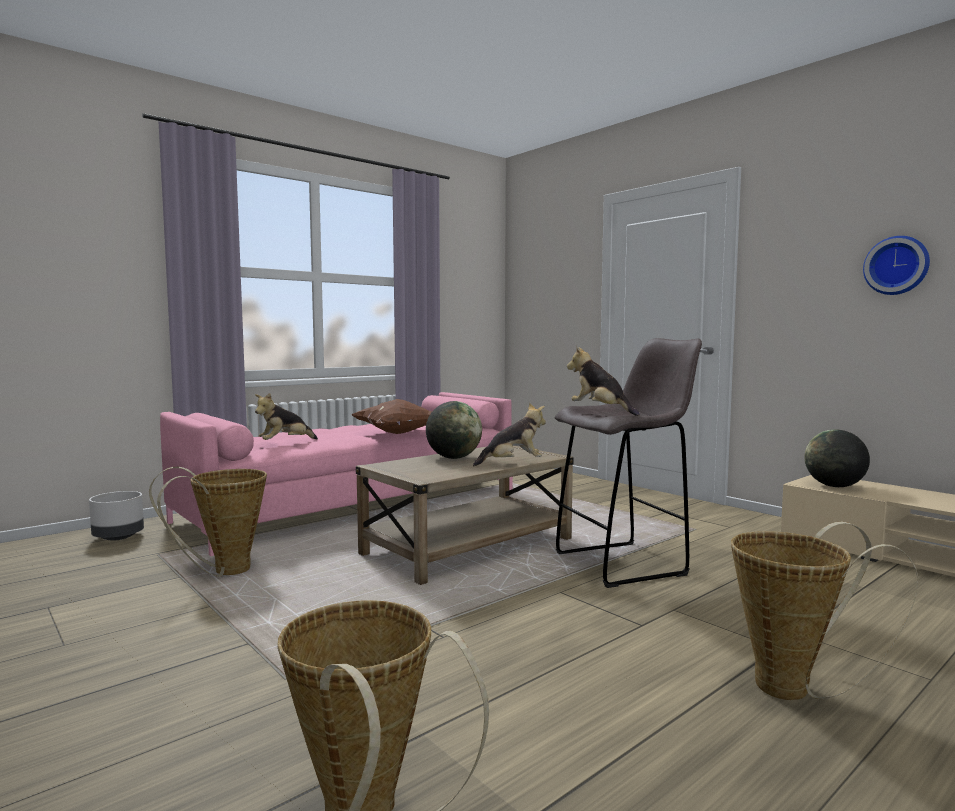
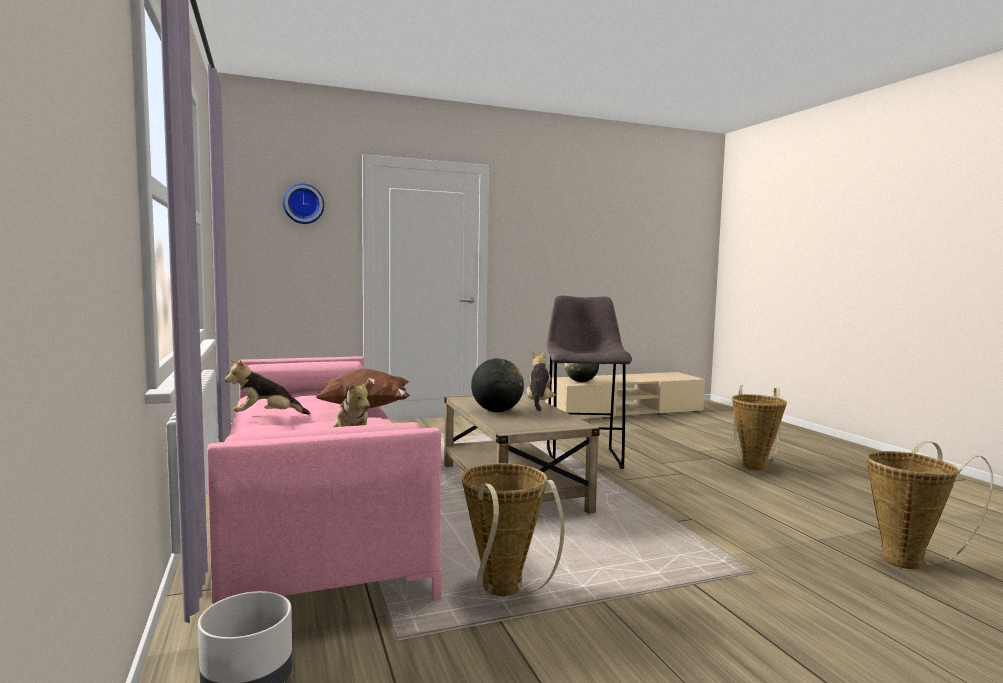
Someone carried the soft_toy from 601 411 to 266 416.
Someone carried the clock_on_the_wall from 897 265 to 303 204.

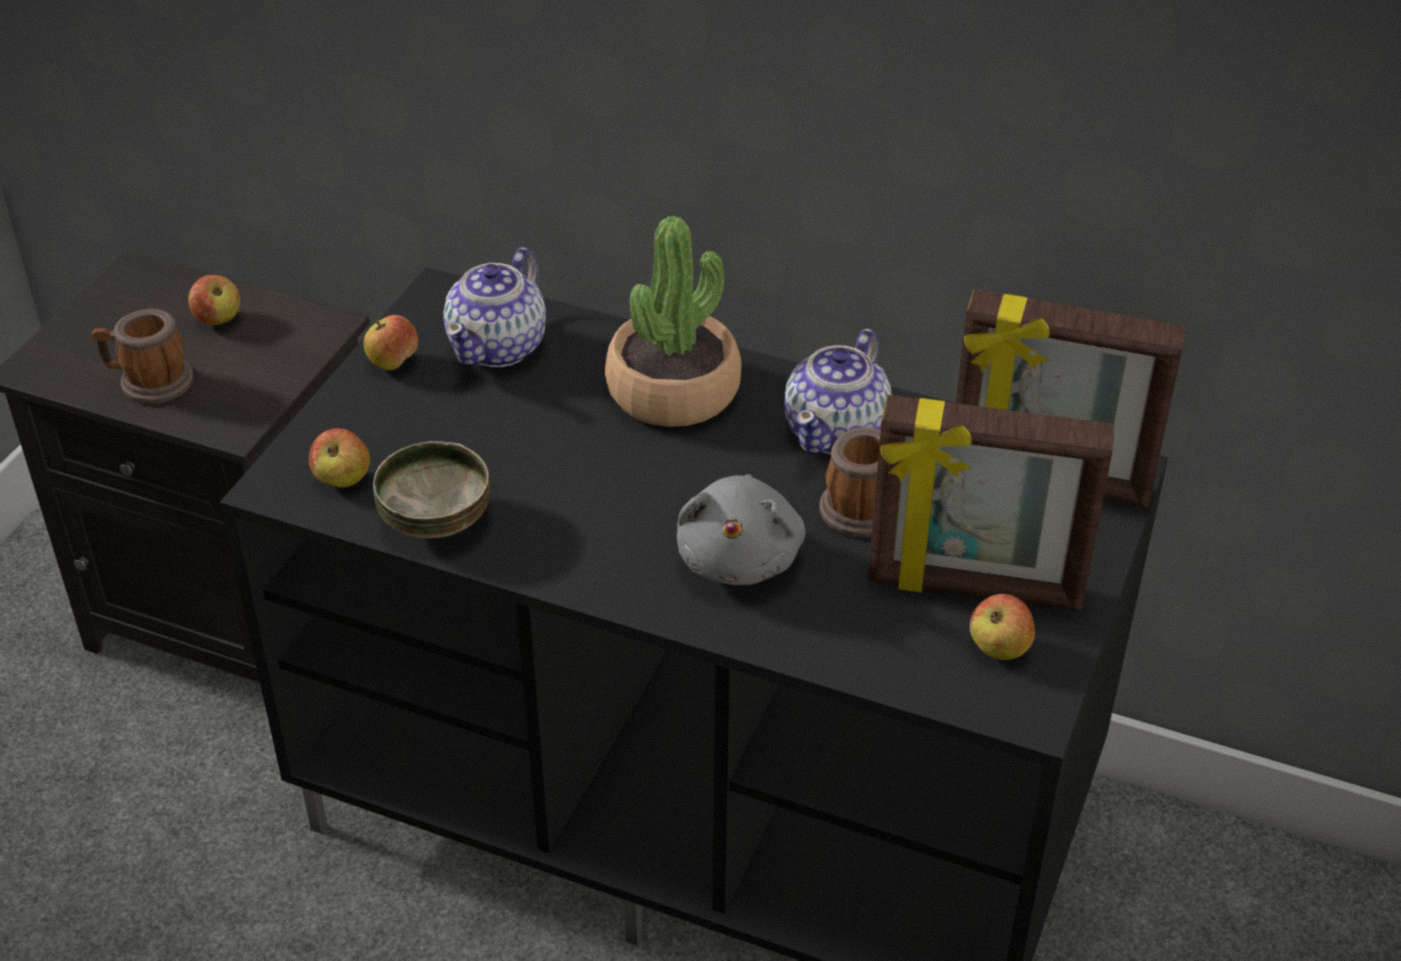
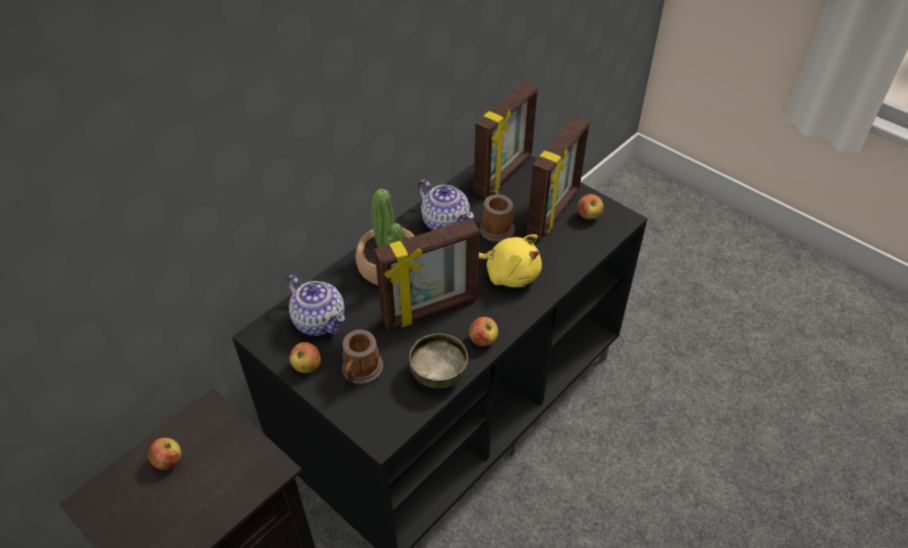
Someone carried the mug from 148 382 to 361 372.
Someone put down the standing_frame at 430 310.
Someone carried the apple from 342 479 to 483 340.
Someone repainted the greyish_soft_toy at 740 557, which became the yellowish_soft_toy at 509 273.

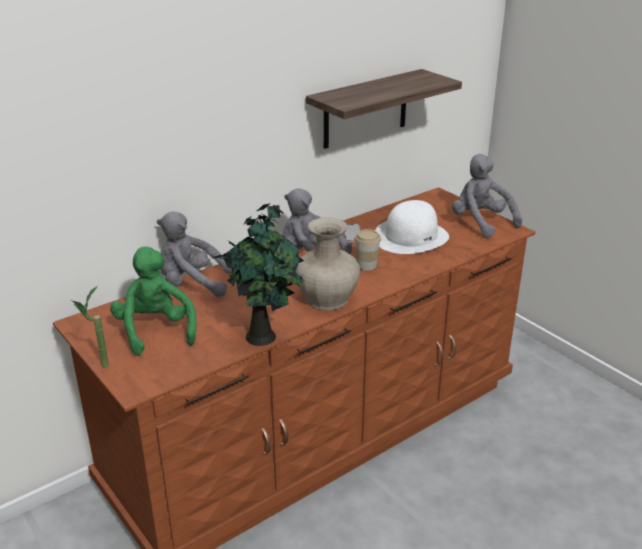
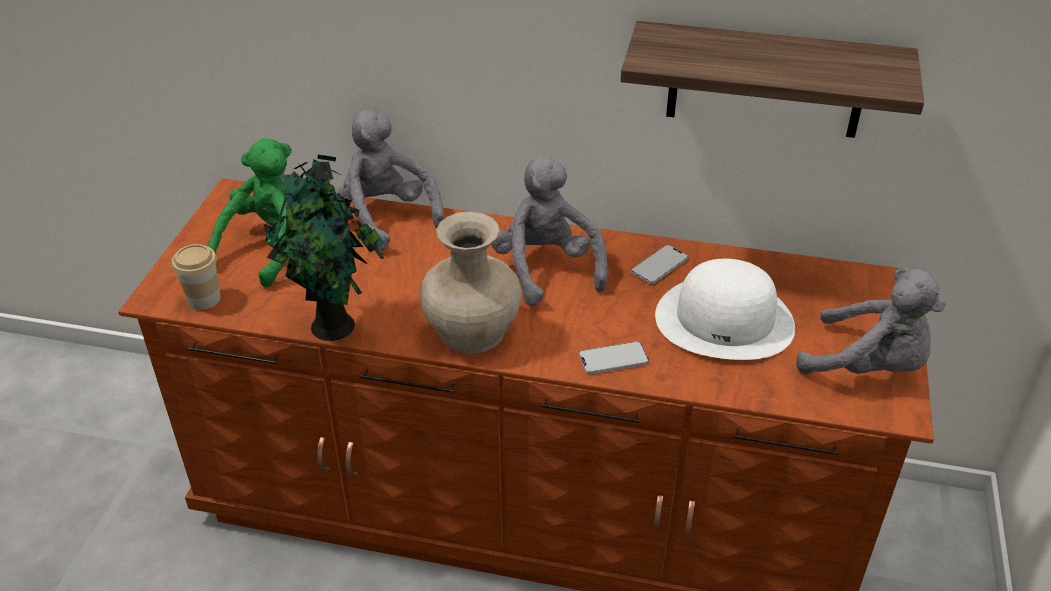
Someone carried the small_cup from 366 265 to 204 299.
Someone put down the telephone at 613 359.
Someone rotated the greyish_soft_toy at 480 222 by 105 degrees clockwise.
Someone took away the houseplant at 98 368.

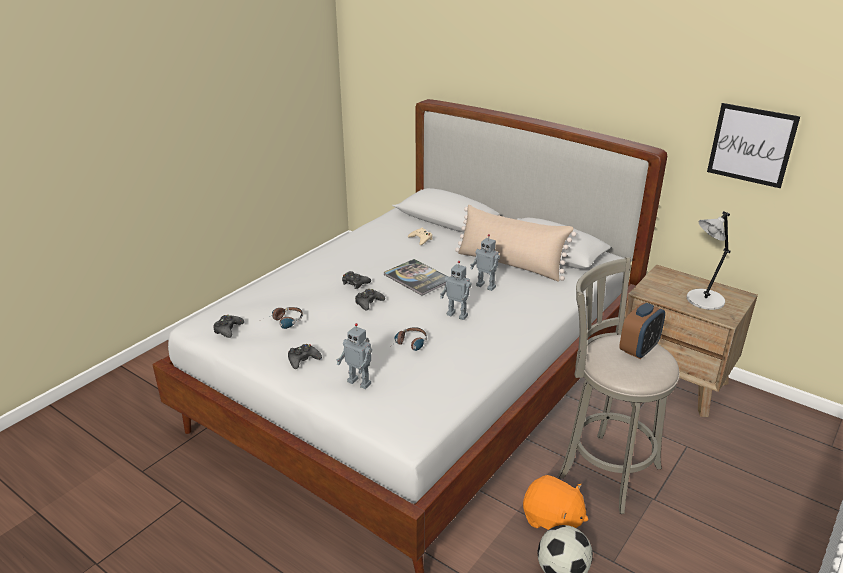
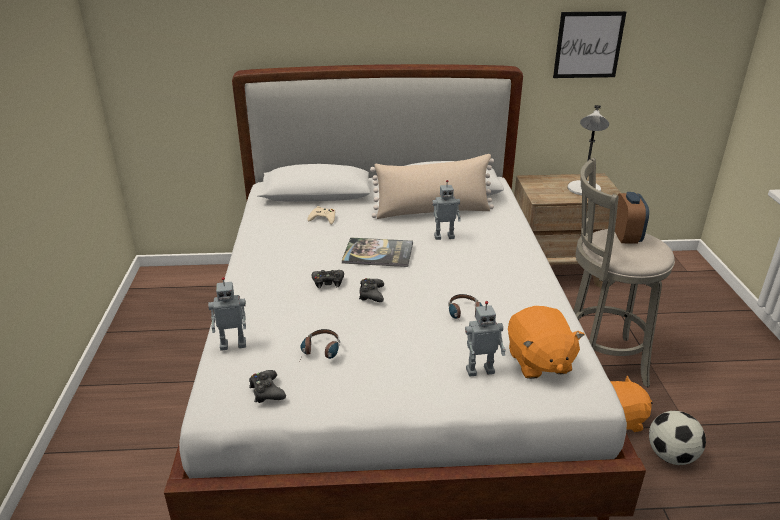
Someone carried the robot_figure from 457 315 to 233 344.
Someone put down the orange-coloured_soft_toy at 538 362.
Someone took away the blackish_gamepad at 303 360.

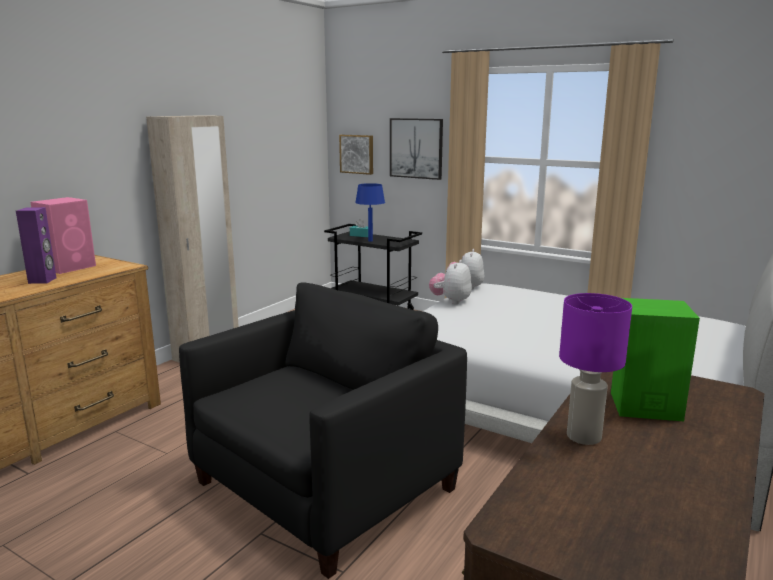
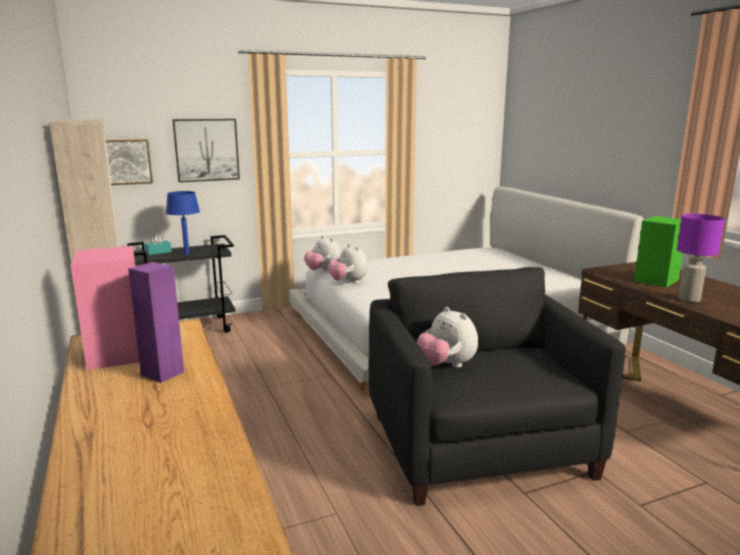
Someone put down the soft_toy at 446 365.

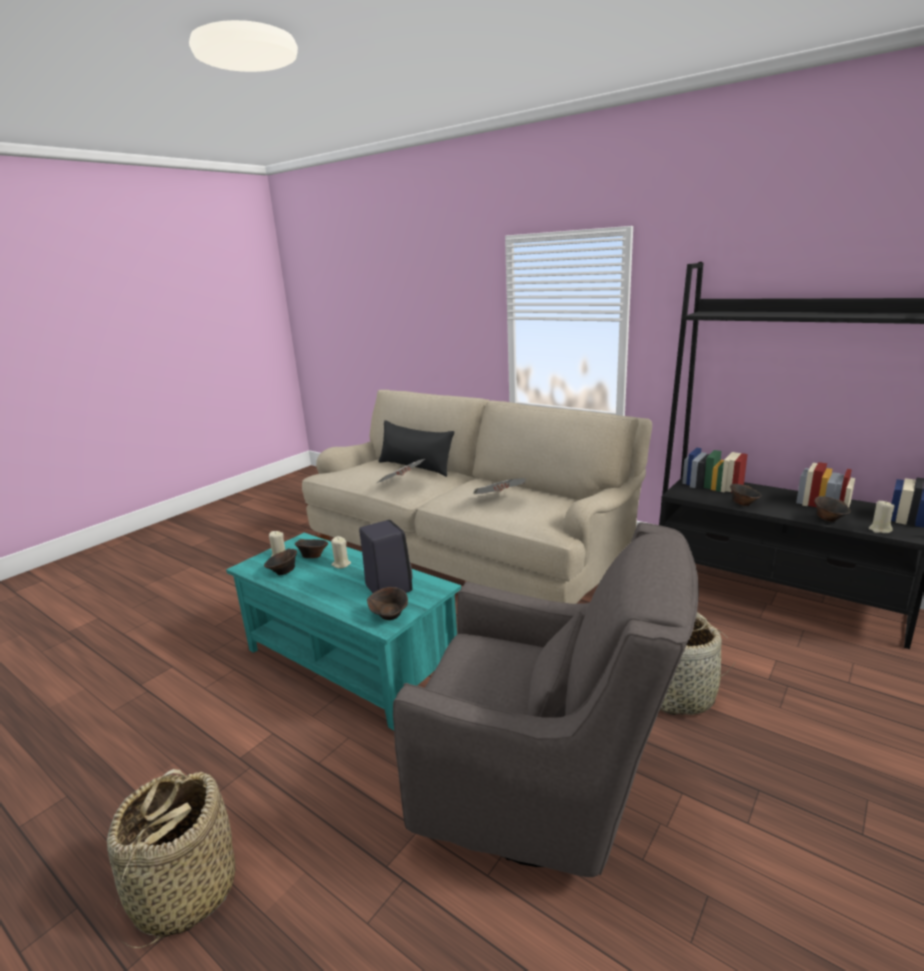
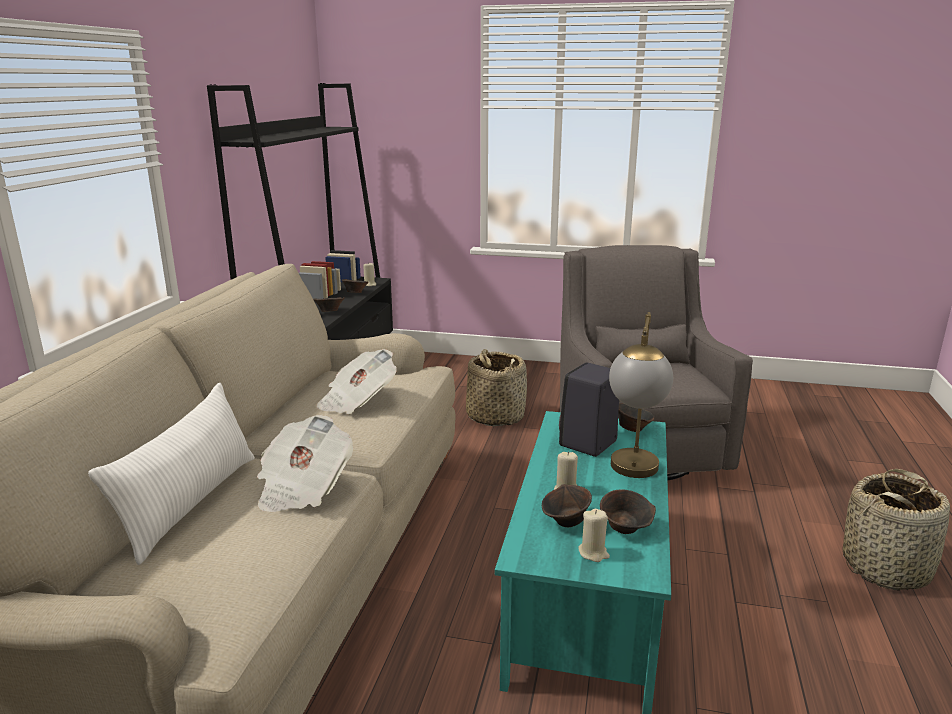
Someone repainted the blackish_throw_pillow at 416 467, which became the whitish_throw_pillow at 190 503.
Someone put down the tabletop_lamp at 633 475.

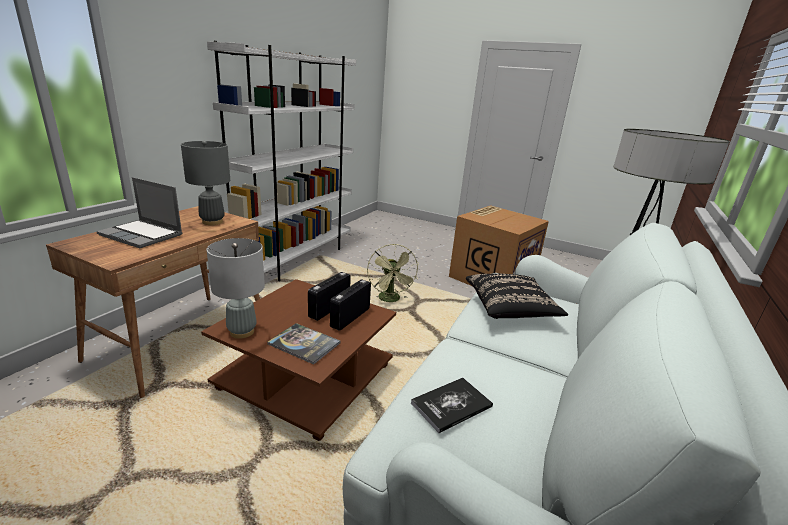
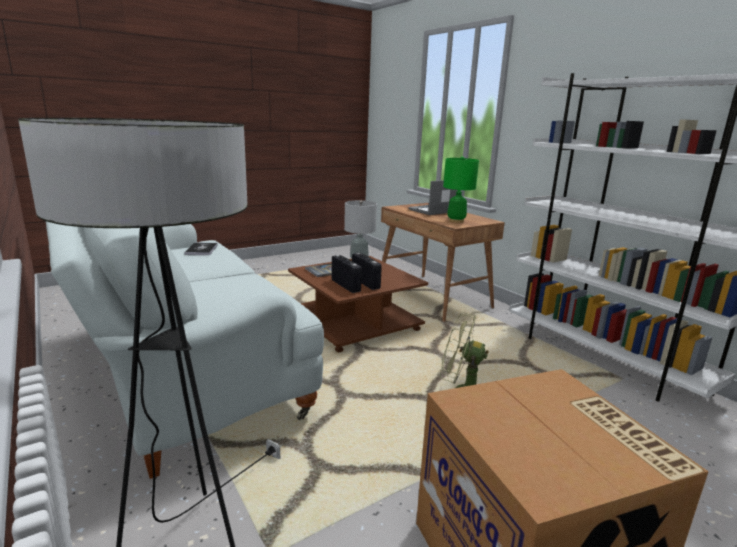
Someone repainted the greyish_tabletop_lamp at 212 222, which became the green-coloured_tabletop_lamp at 456 221.
Someone took away the blackish_throw_pillow at 510 309.

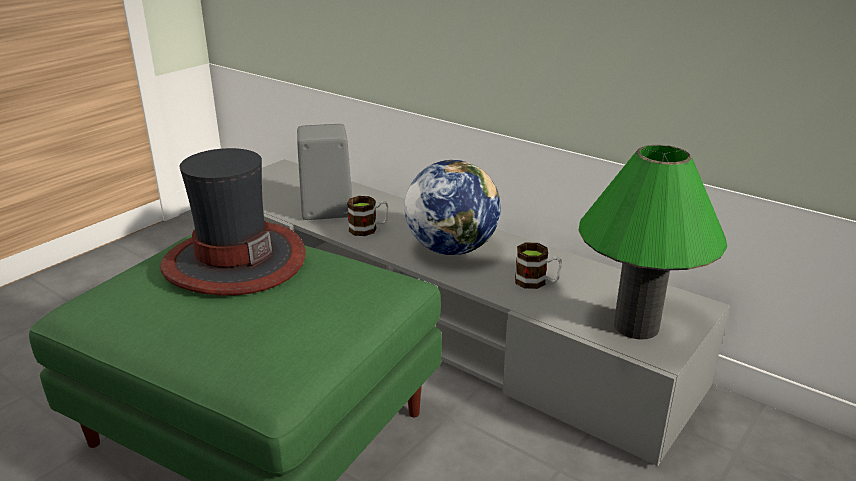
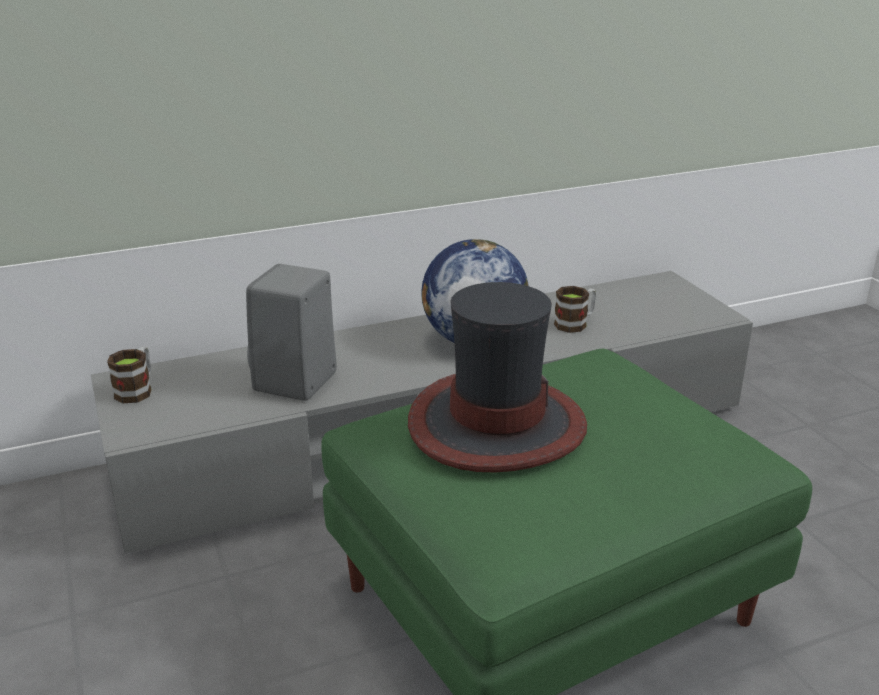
Someone carried the mug from 368 229 to 137 390.
Someone took away the green-coloured_tabletop_lamp at 636 326.

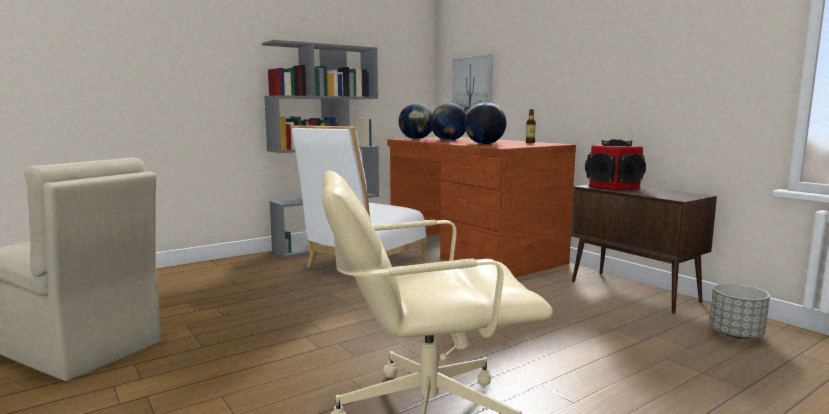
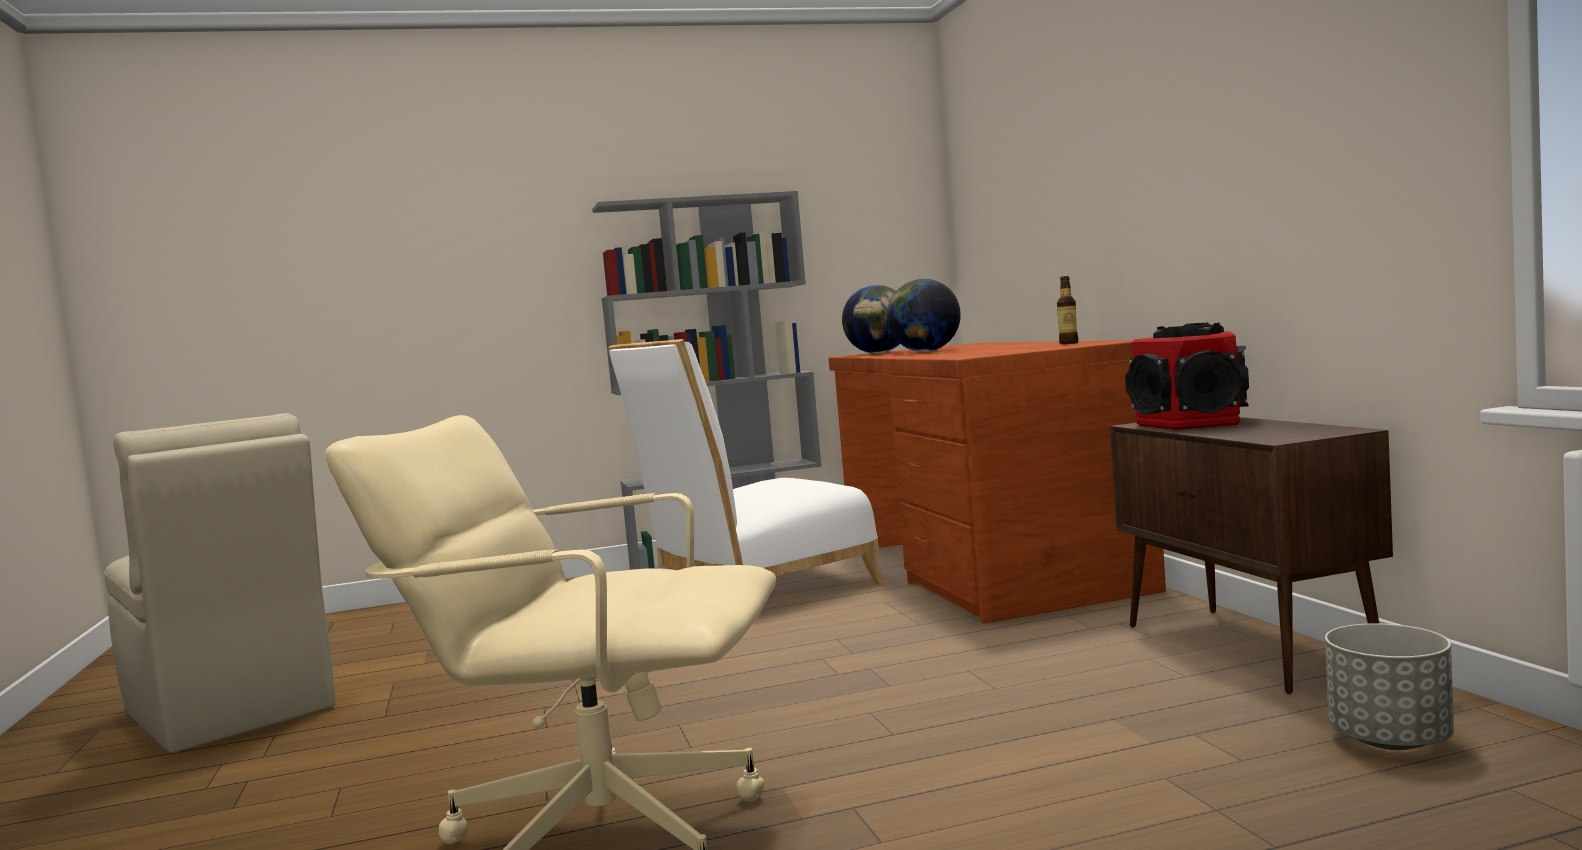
Someone took away the wall_picture at 472 86.
Someone took away the globe at 484 144.

